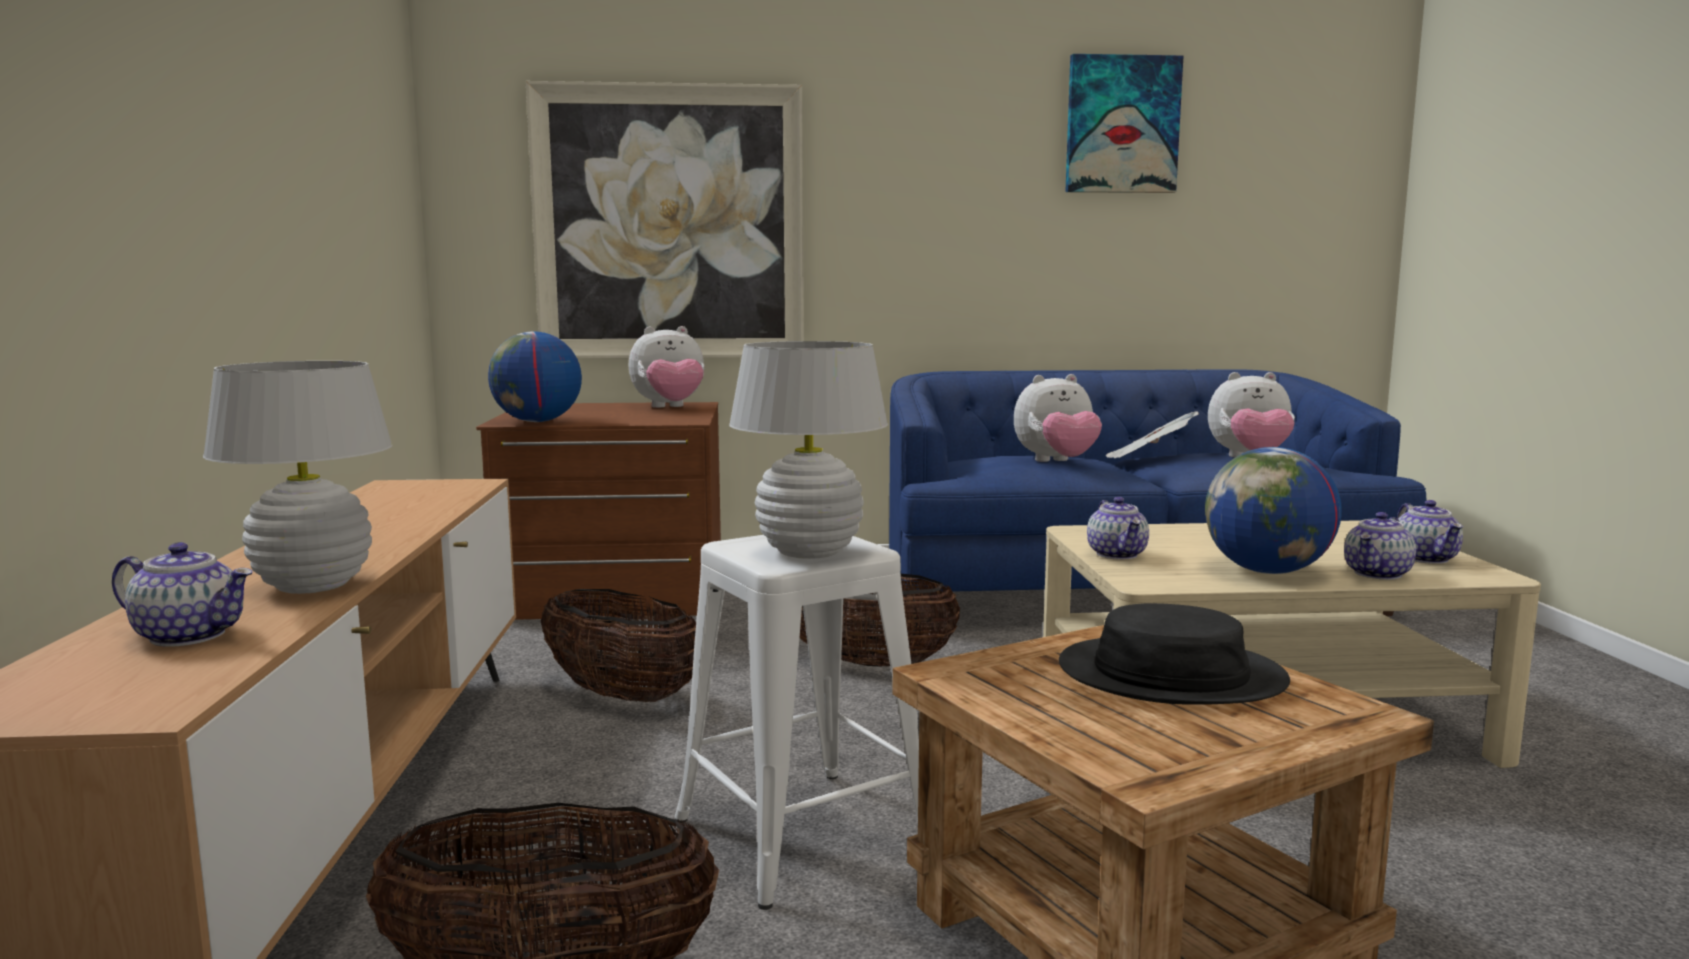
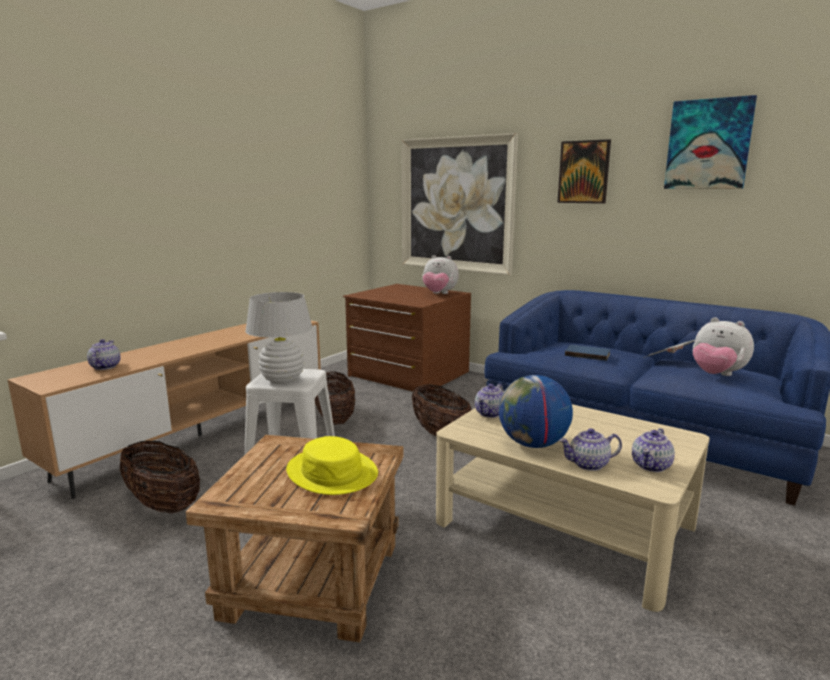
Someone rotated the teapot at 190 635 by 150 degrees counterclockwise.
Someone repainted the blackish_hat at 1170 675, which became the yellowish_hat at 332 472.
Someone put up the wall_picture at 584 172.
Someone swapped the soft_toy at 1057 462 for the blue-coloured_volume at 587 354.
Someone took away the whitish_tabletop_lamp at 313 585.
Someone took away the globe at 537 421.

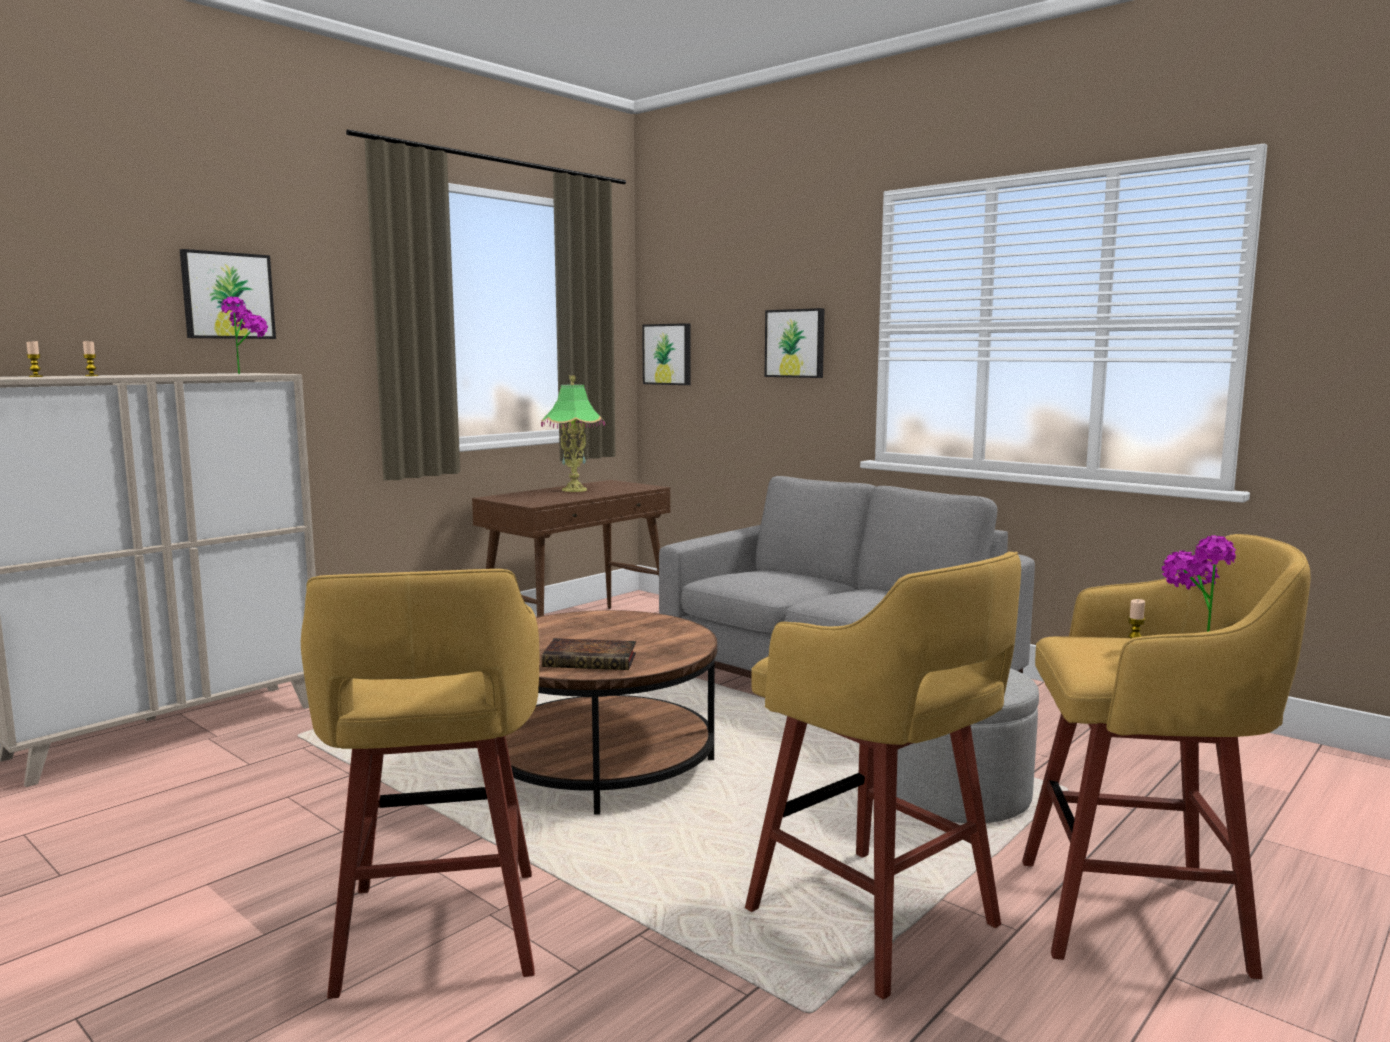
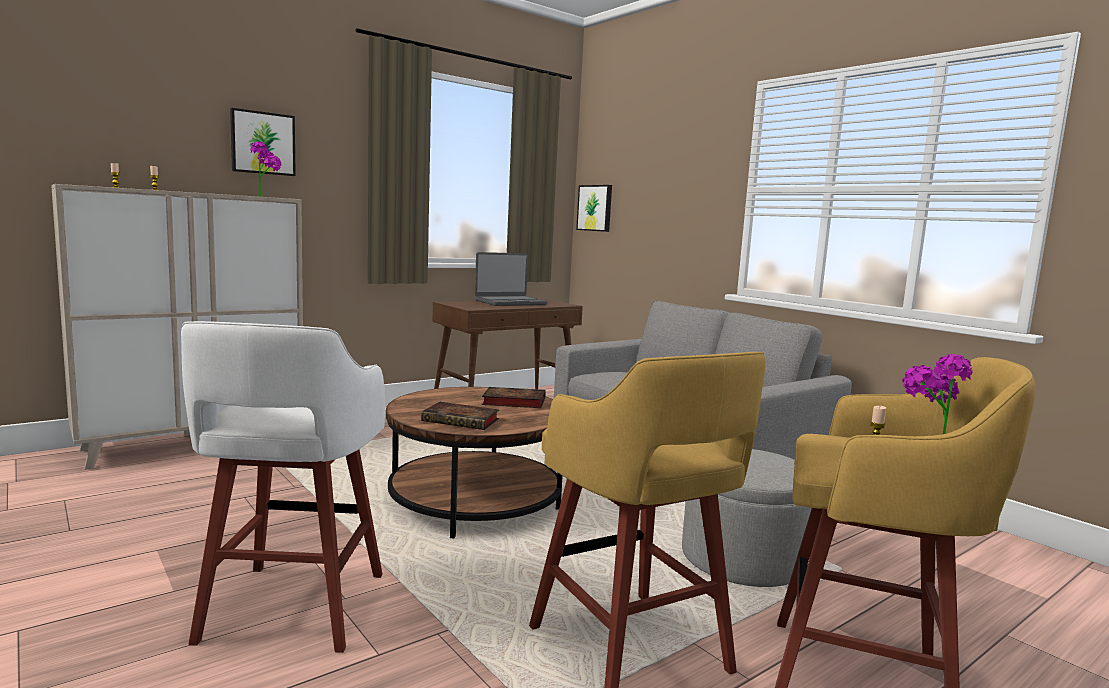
Someone repainted the yellowish_stool_seat at 438 934, which became the whitish_stool_seat at 291 610.
Someone swapped the tabletop_lamp at 574 490 for the laptop at 510 302.
Someone put down the volume at 512 402.
Someone took away the wall_picture at 795 343.

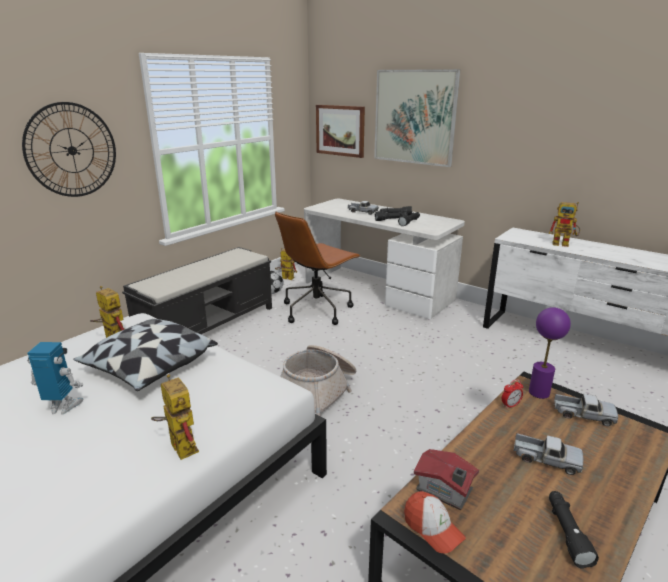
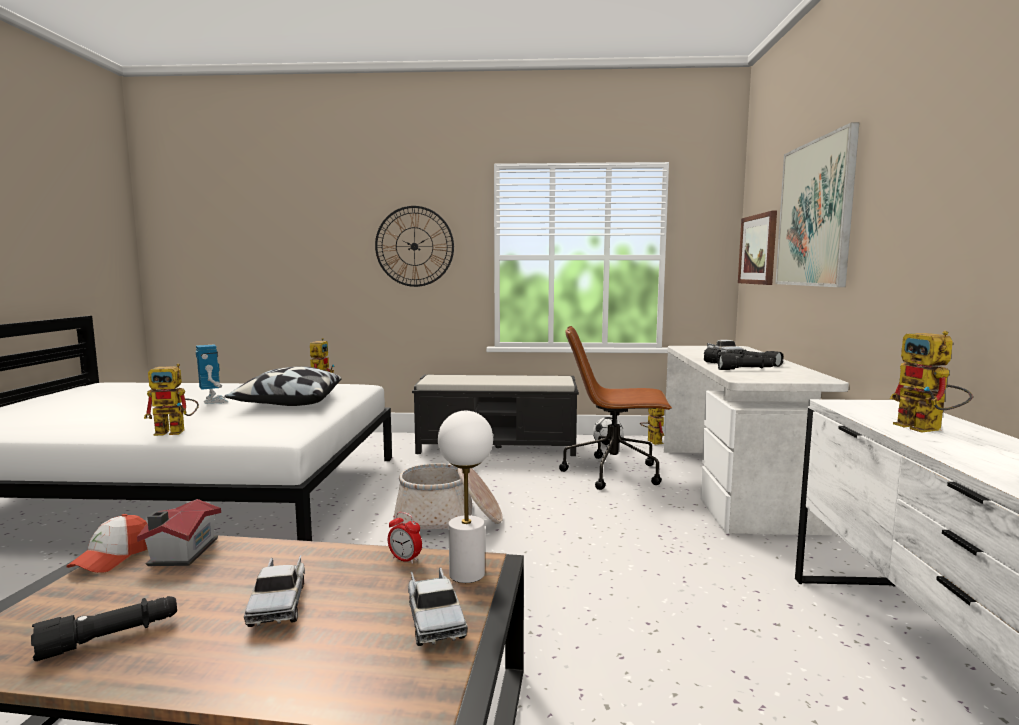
Someone rotated the robot_figure at 179 445 by 60 degrees clockwise.
Someone repainted the purple_tabletop_lamp at 538 392, which became the whitish_tabletop_lamp at 466 574.

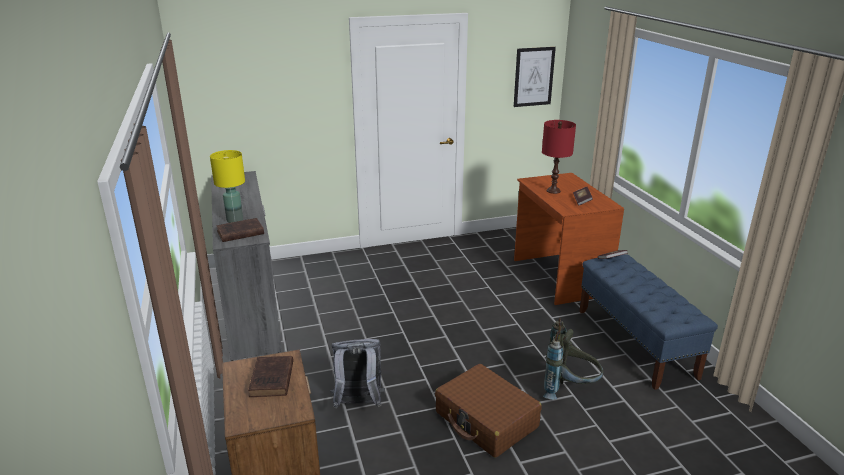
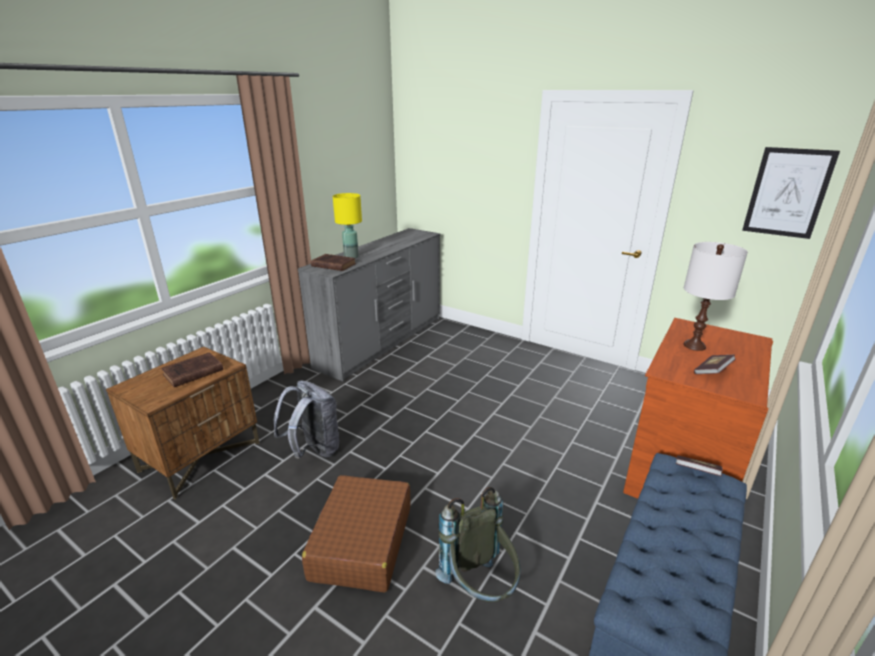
Someone repainted the red-coloured_tabletop_lamp at 553 191, which became the whitish_tabletop_lamp at 694 346.

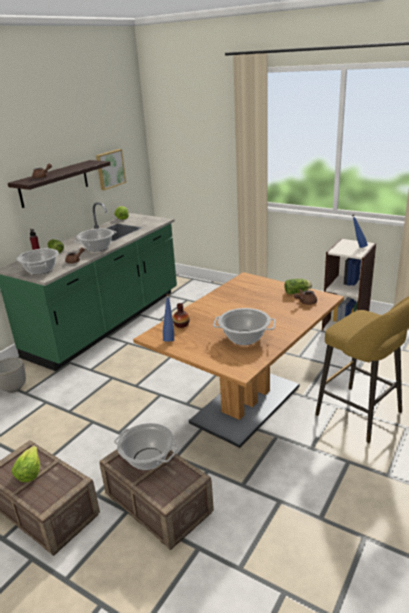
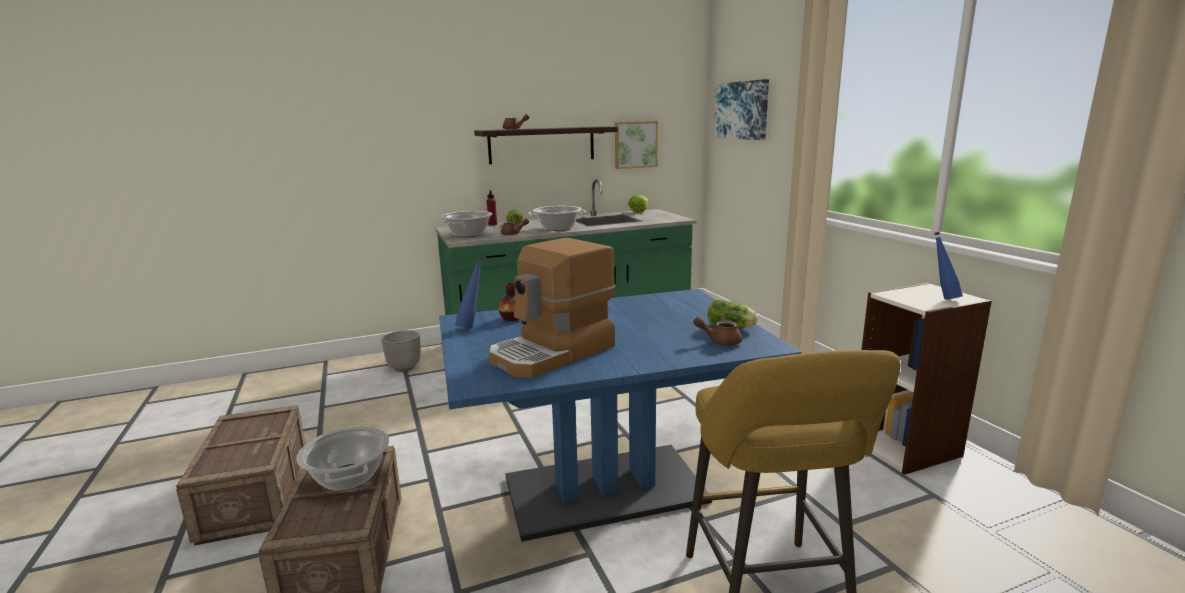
Someone repainted the brown-coloured_dining_table at 246 404, which became the blue-coloured_dining_table at 605 490.
Someone swapped the stockpot at 244 338 for the coffee_brewer at 553 353.
Someone put up the wall_picture at 742 110.
Someone took away the head_of_lettuce at 29 472.

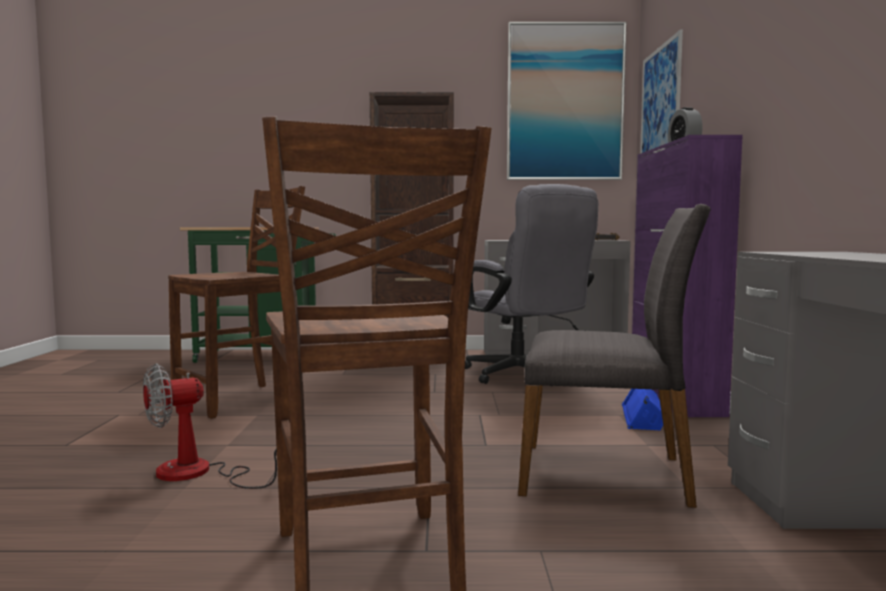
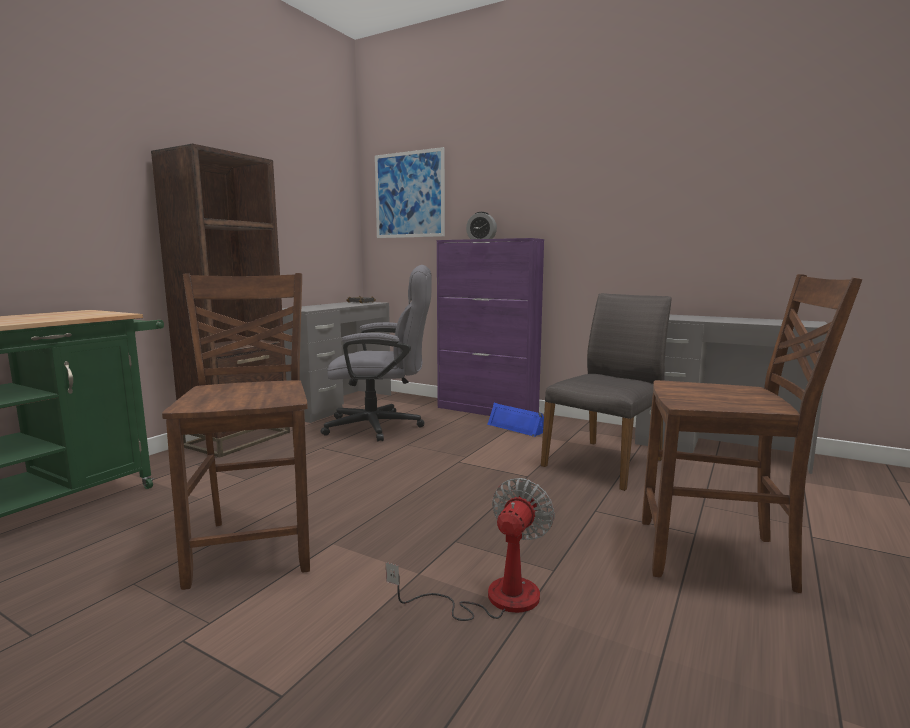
Someone rotated the fan at 199 473 by 150 degrees counterclockwise.
Someone took away the wall_picture at 565 102.

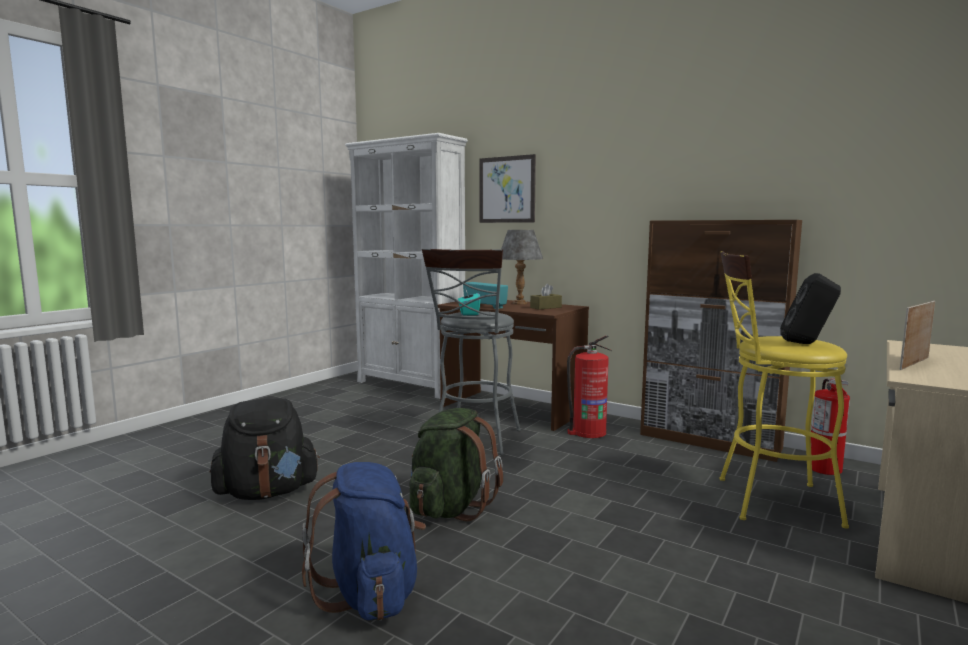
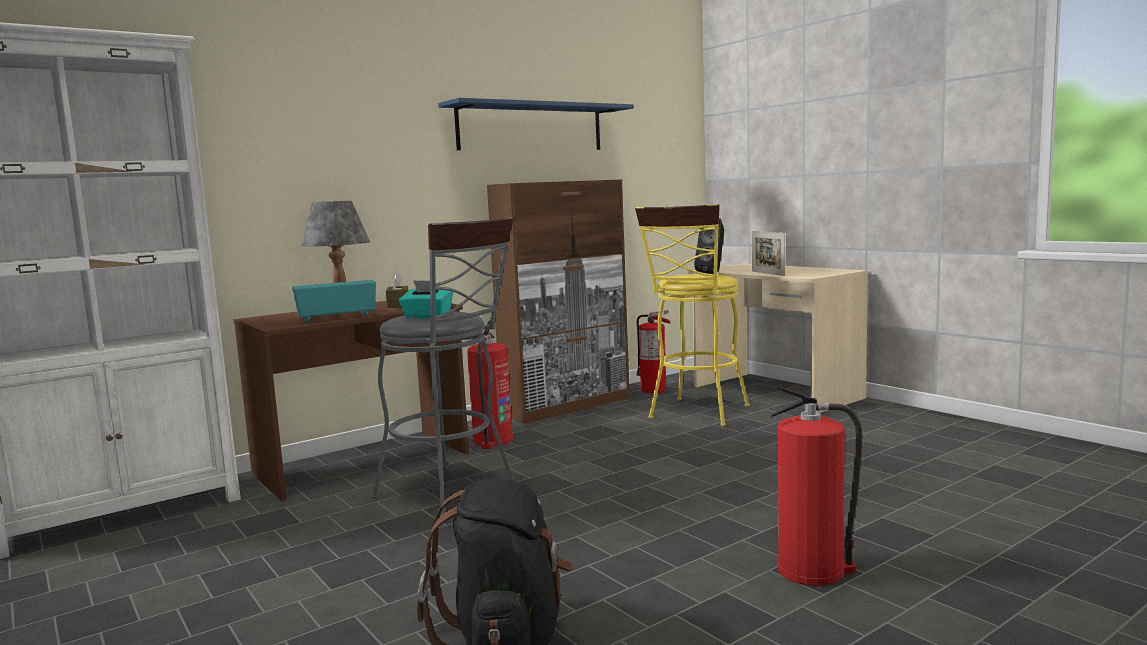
Someone put up the blue-coloured_shelf at 531 128.
Someone swapped the blue-coloured_backpack at 370 593 for the fire-fighting_cylinder at 812 570.
Someone took away the green-coloured_backpack at 450 508.
Someone took away the wall_picture at 507 189.

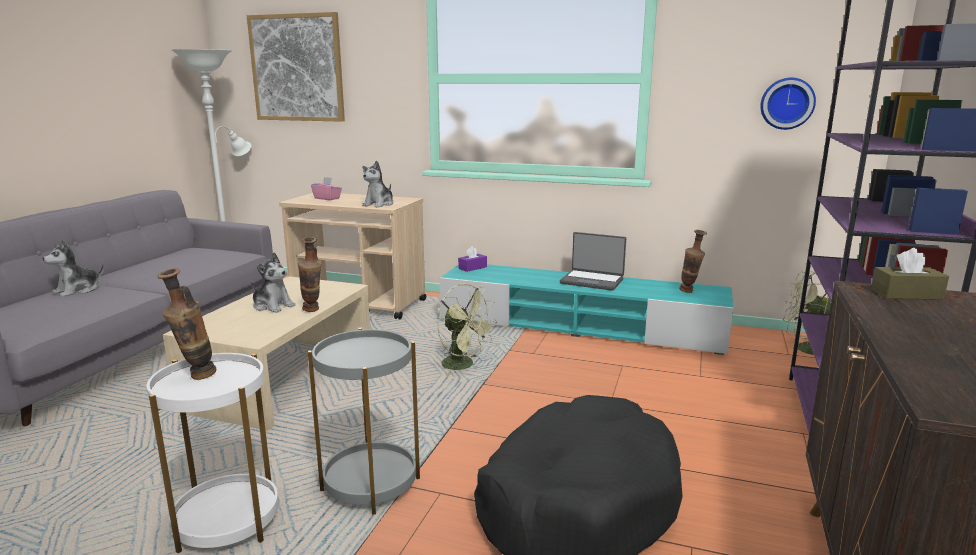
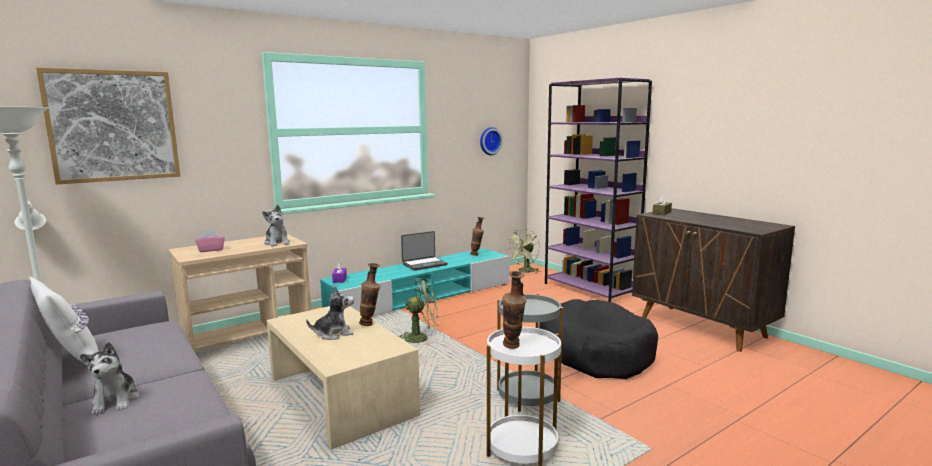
Someone put down the whitish_throw_pillow at 72 362.

